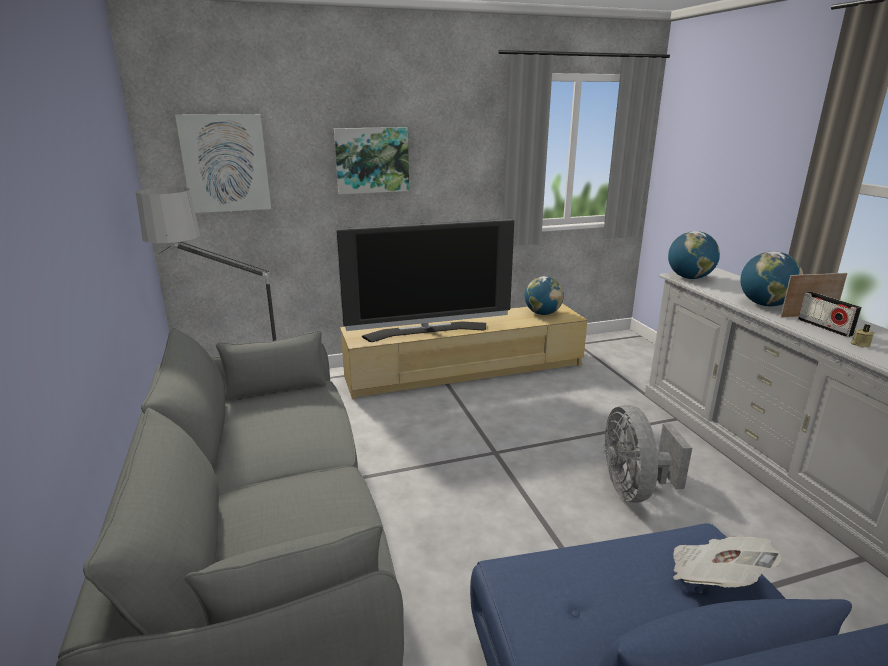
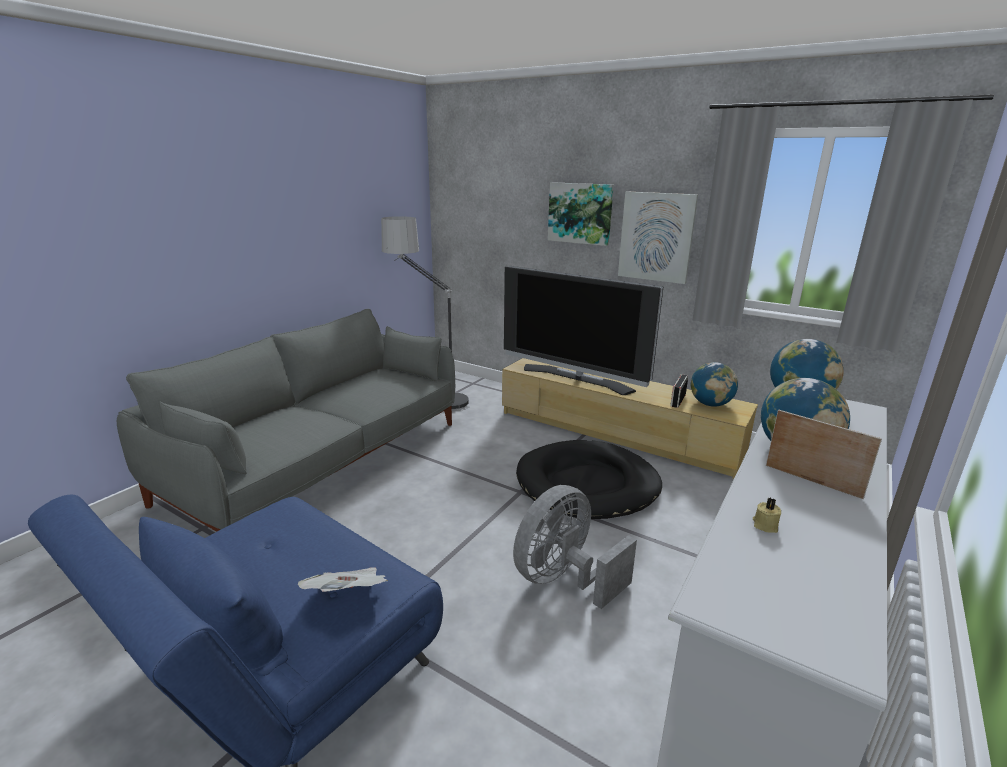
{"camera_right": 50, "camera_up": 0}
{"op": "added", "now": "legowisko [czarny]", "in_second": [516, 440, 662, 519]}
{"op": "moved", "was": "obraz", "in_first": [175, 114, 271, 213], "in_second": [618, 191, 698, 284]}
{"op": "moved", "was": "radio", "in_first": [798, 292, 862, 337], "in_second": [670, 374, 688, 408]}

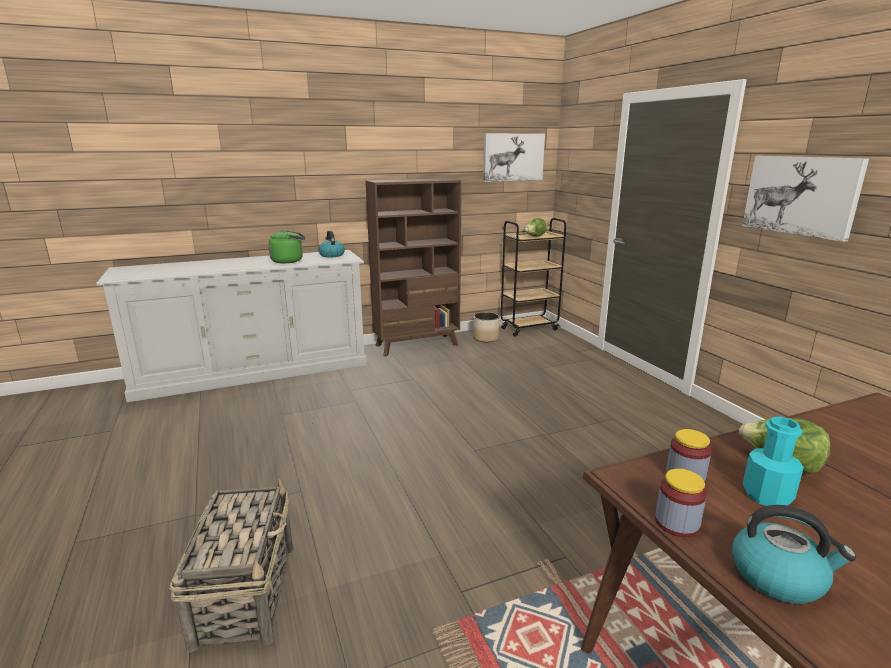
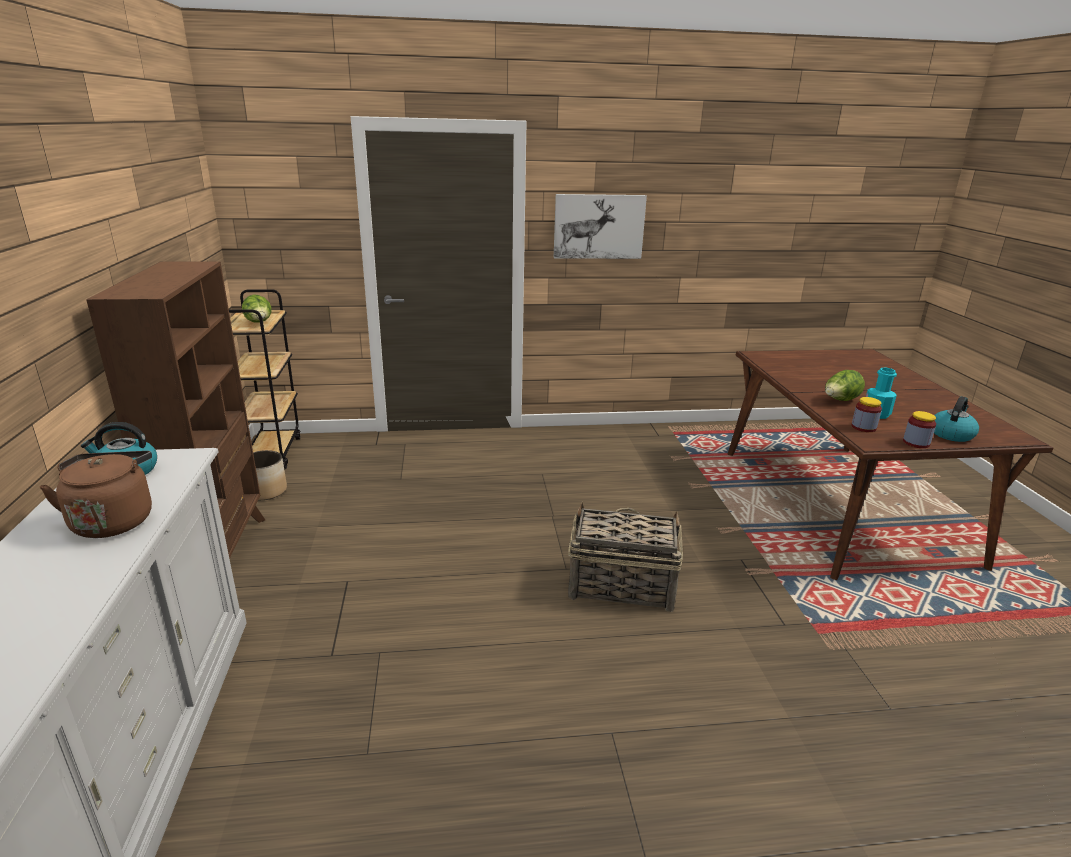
{"camera_right": -75, "camera_up": 5}
{"op": "removed", "was": "obraz", "in_first": [483, 133, 545, 182]}
{"op": "moved", "was": "koszyk", "in_first": [169, 479, 293, 652], "in_second": [568, 502, 683, 612]}
{"op": "recoloured", "was": "czajnik [zielony]", "now": "czajnik [brązowy]", "in_first": [268, 230, 305, 263], "in_second": [39, 451, 152, 538]}

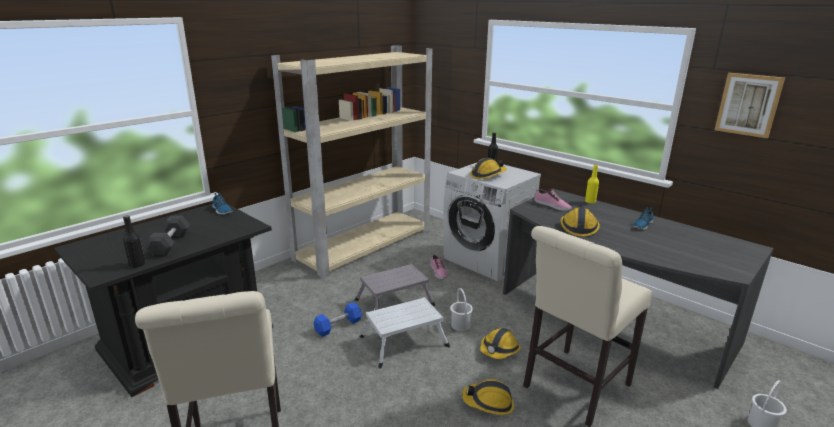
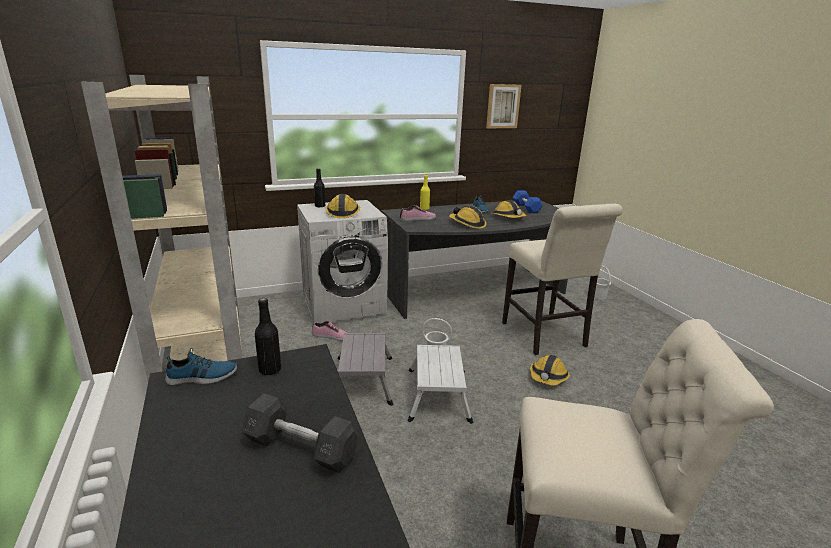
{"camera_right": -65, "camera_up": 0}
{"op": "moved", "was": "butelka [czarny]", "in_first": [123, 215, 145, 268], "in_second": [255, 298, 281, 375]}
{"op": "moved", "was": "hantel [niebieski]", "in_first": [314, 302, 362, 337], "in_second": [513, 190, 543, 213]}
{"op": "moved", "was": "kask", "in_first": [480, 328, 521, 359], "in_second": [493, 200, 526, 218]}

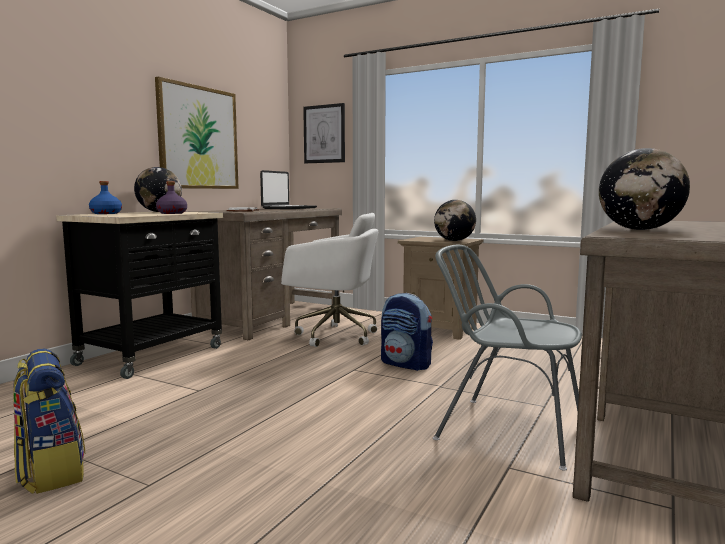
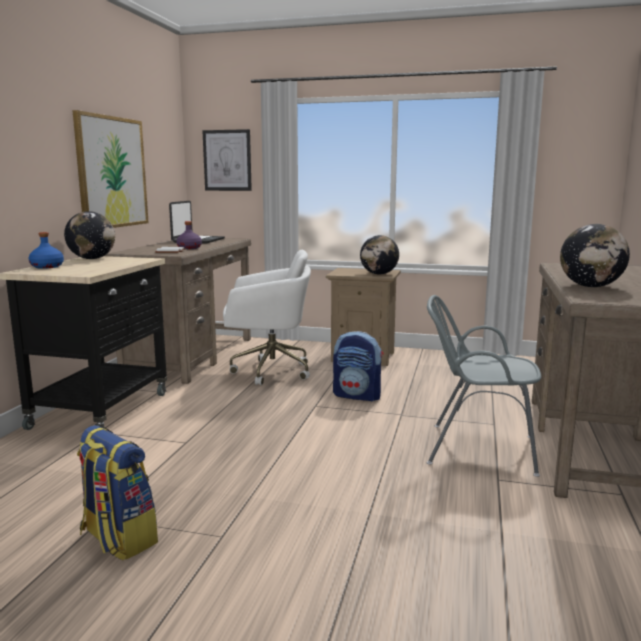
{"camera_right": -15, "camera_up": 5}
{"op": "moved", "was": "butelka [fioletowy]", "in_first": [156, 181, 187, 214], "in_second": [176, 221, 202, 249]}

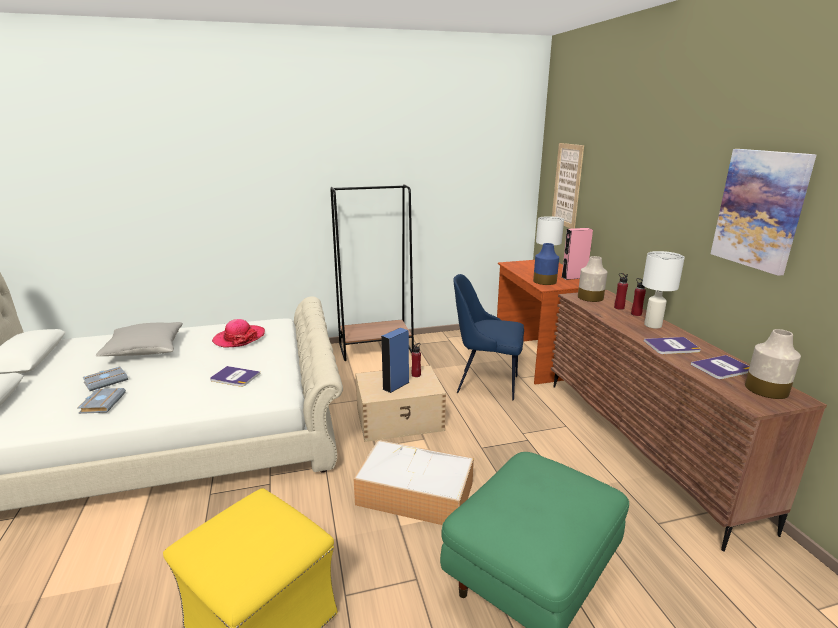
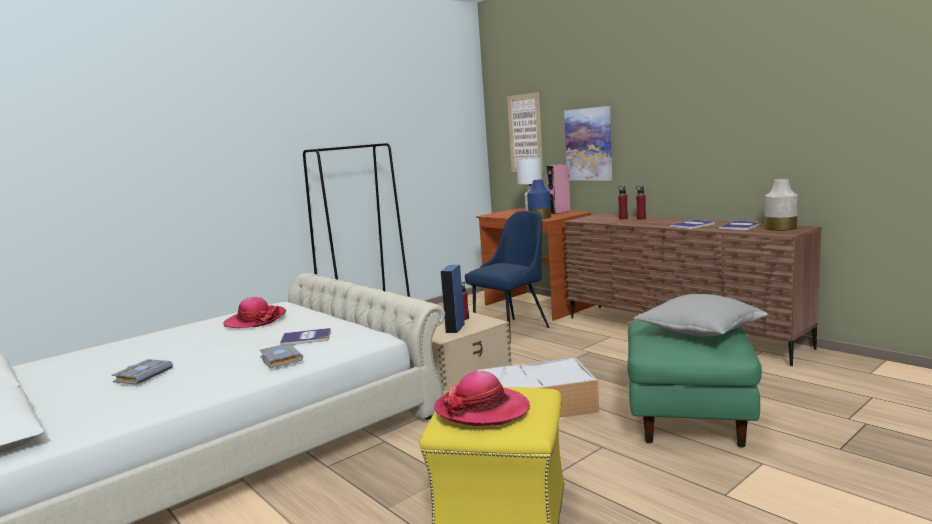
{"camera_right": -25, "camera_up": -10}
{"op": "removed", "was": "wazon [beżowy]", "in_first": [578, 256, 607, 302]}
{"op": "removed", "was": "lampa stołowa [biały]", "in_first": [642, 251, 685, 329]}
{"op": "added", "now": "kapelusz", "in_second": [434, 371, 530, 426]}
{"op": "moved", "was": "książka [szary]", "in_first": [77, 388, 126, 414], "in_second": [259, 343, 303, 368]}
{"op": "moved", "was": "poduszka [szary]", "in_first": [96, 322, 183, 356], "in_second": [634, 294, 768, 336]}
{"op": "moved", "was": "obraz", "in_first": [711, 149, 817, 276], "in_second": [564, 106, 612, 181]}
{"op": "turned", "was": "krzesło [niebieski]", "in_first": [454, 274, 524, 400], "in_second": [465, 211, 549, 343], "clockwise": 150}

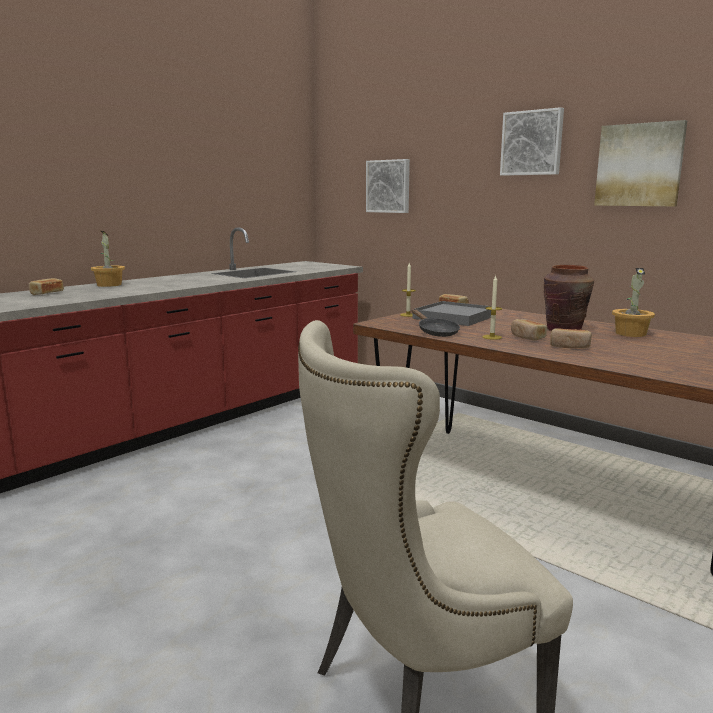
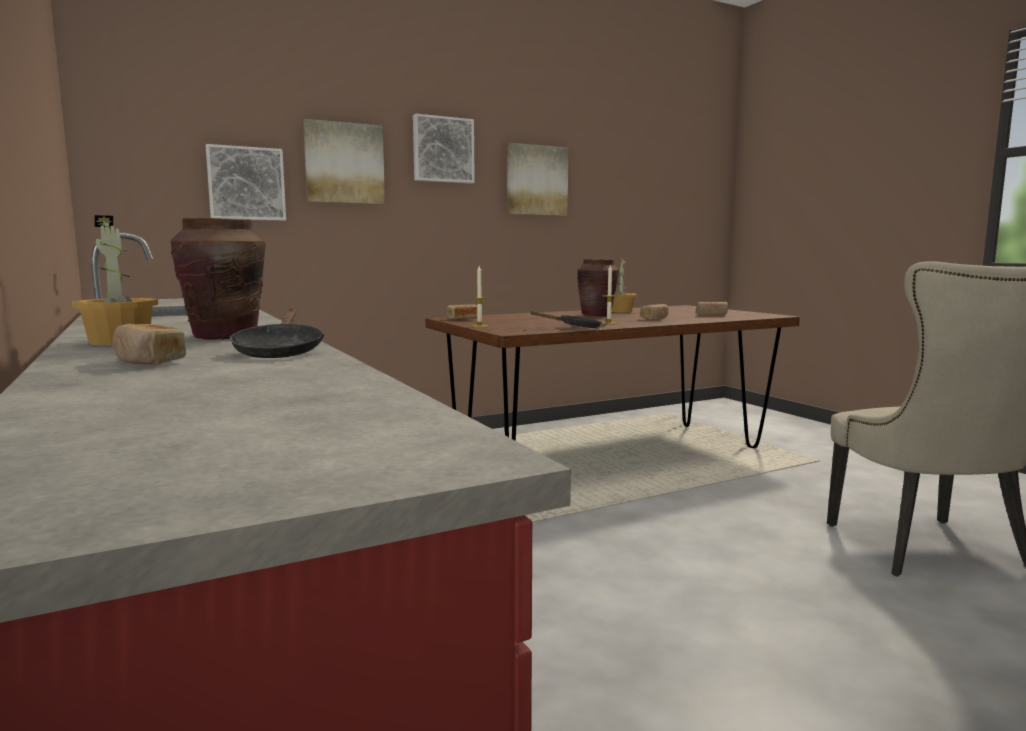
{"camera_right": -70, "camera_up": -5}
{"op": "removed", "was": "taca [szary]", "in_first": [412, 301, 492, 326]}
{"op": "added", "now": "wazon [brązowy]", "in_second": [170, 218, 265, 340]}
{"op": "added", "now": "patelnia [czarny]", "in_second": [229, 309, 324, 358]}
{"op": "added", "now": "obraz", "in_second": [303, 119, 385, 204]}
{"op": "moved", "was": "chleb", "in_first": [511, 319, 547, 340], "in_second": [696, 302, 728, 315]}

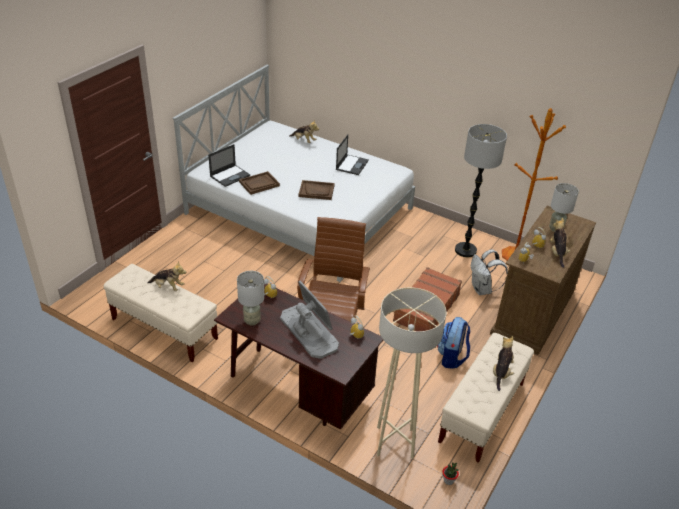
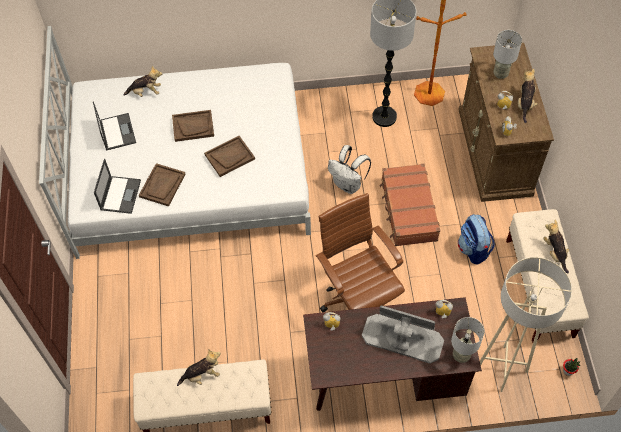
{"camera_right": -35, "camera_up": 20}
{"op": "added", "now": "taca [brązowy]", "in_second": [172, 110, 214, 142]}
{"op": "moved", "was": "lampa stołowa [szary]", "in_first": [237, 271, 264, 325], "in_second": [451, 317, 484, 363]}
{"op": "moved", "was": "laptop", "in_first": [336, 135, 369, 175], "in_second": [93, 101, 136, 151]}
{"op": "moved", "was": "plecak [biały]", "in_first": [471, 249, 508, 295], "in_second": [328, 145, 371, 194]}
{"op": "turned", "was": "pluszak", "in_first": [550, 218, 570, 268], "in_second": [518, 68, 538, 123], "clockwise": 45}

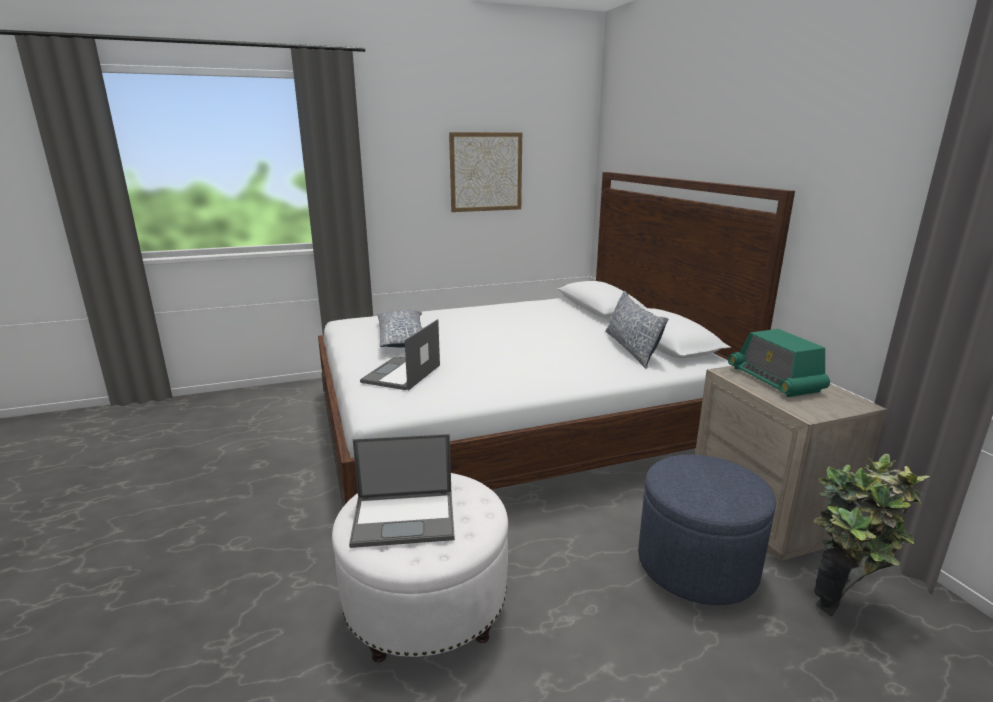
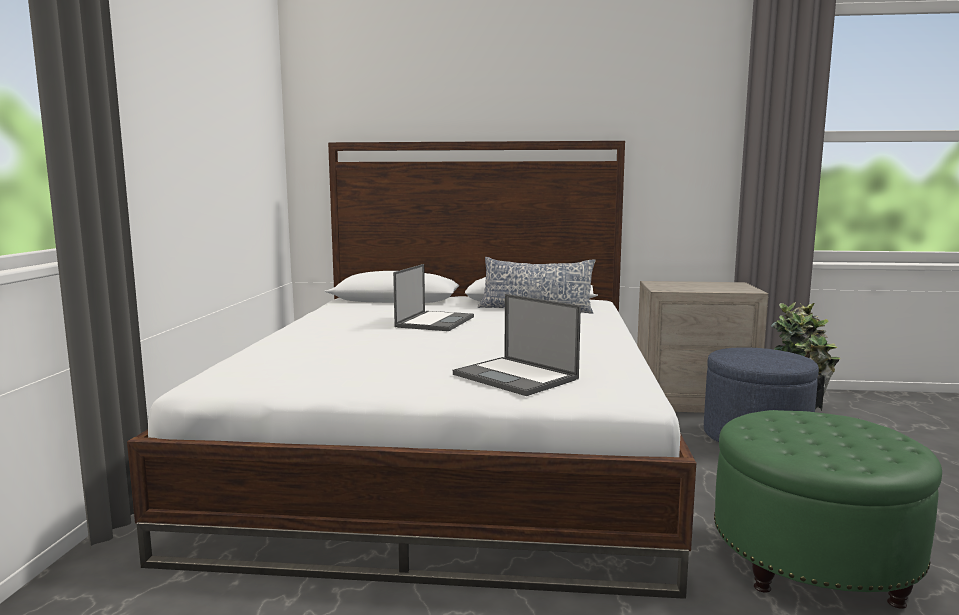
{"camera_right": -65, "camera_up": -10}
{"op": "removed", "was": "poduszka", "in_first": [377, 310, 423, 347]}
{"op": "removed", "was": "obraz", "in_first": [449, 130, 522, 212]}
{"op": "removed", "was": "radio", "in_first": [728, 329, 830, 397]}
{"op": "moved", "was": "laptop", "in_first": [349, 434, 455, 548], "in_second": [393, 264, 474, 331]}
{"op": "recoloured", "was": "pufa [biały]", "now": "pufa [zielony]", "in_first": [332, 473, 508, 662], "in_second": [714, 410, 942, 609]}

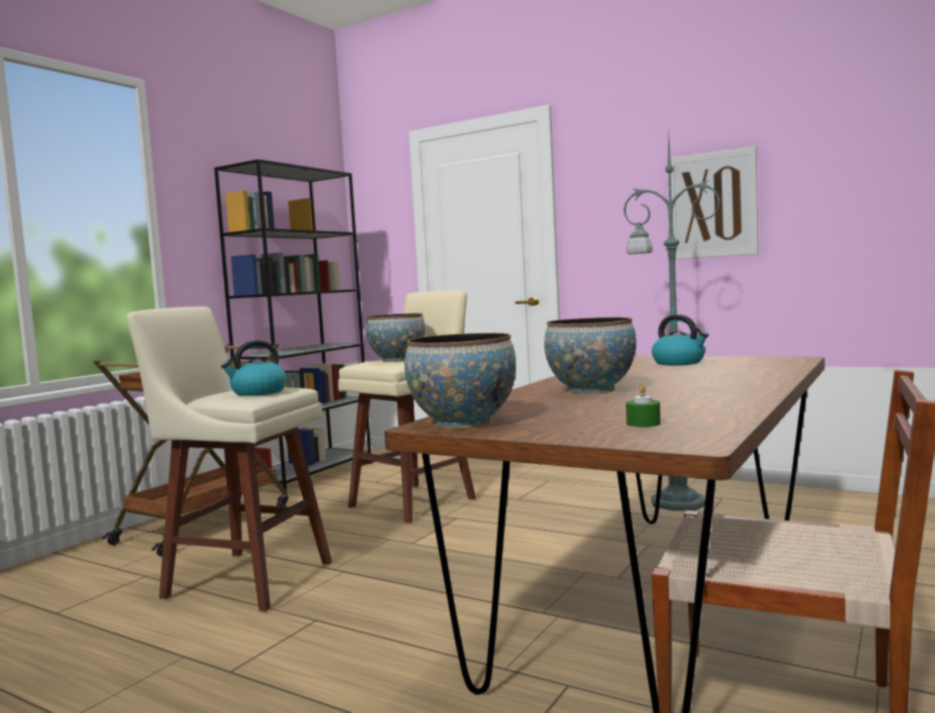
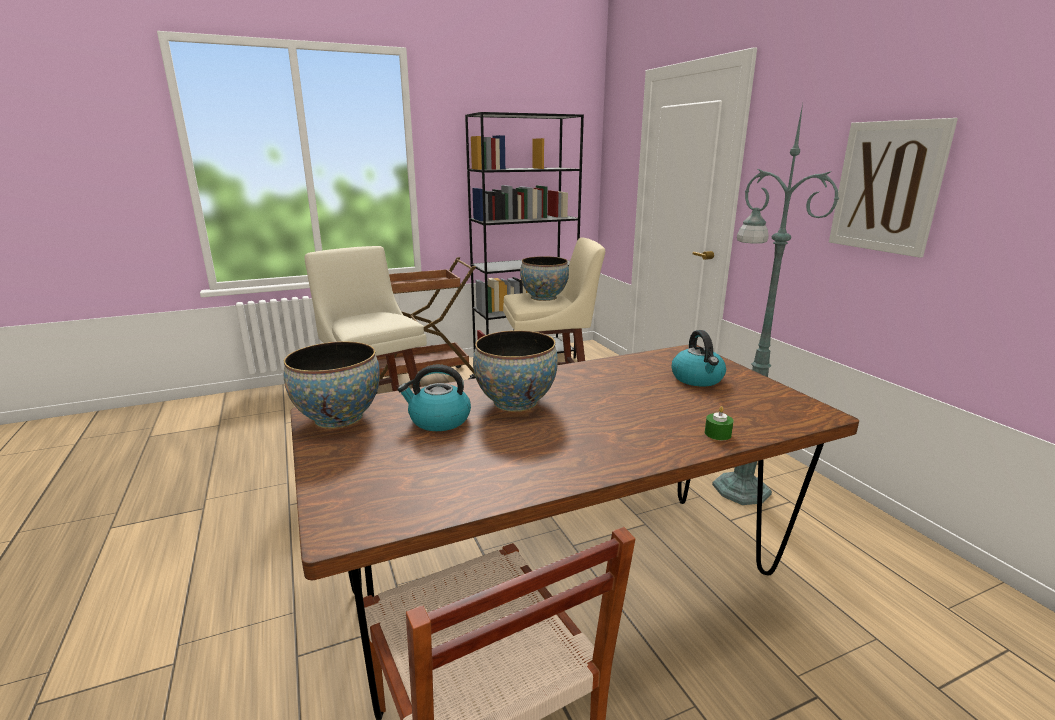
{"camera_right": 35, "camera_up": 15}
{"op": "moved", "was": "czajnik", "in_first": [221, 340, 286, 396], "in_second": [398, 365, 471, 431]}
{"op": "moved", "was": "świeca [zielony]", "in_first": [626, 384, 661, 427], "in_second": [705, 406, 734, 440]}

